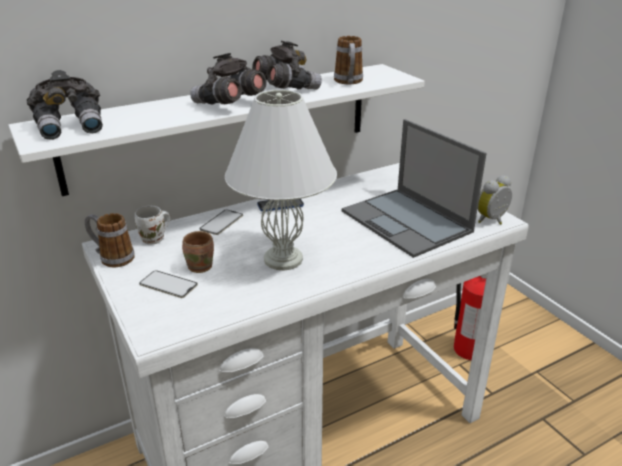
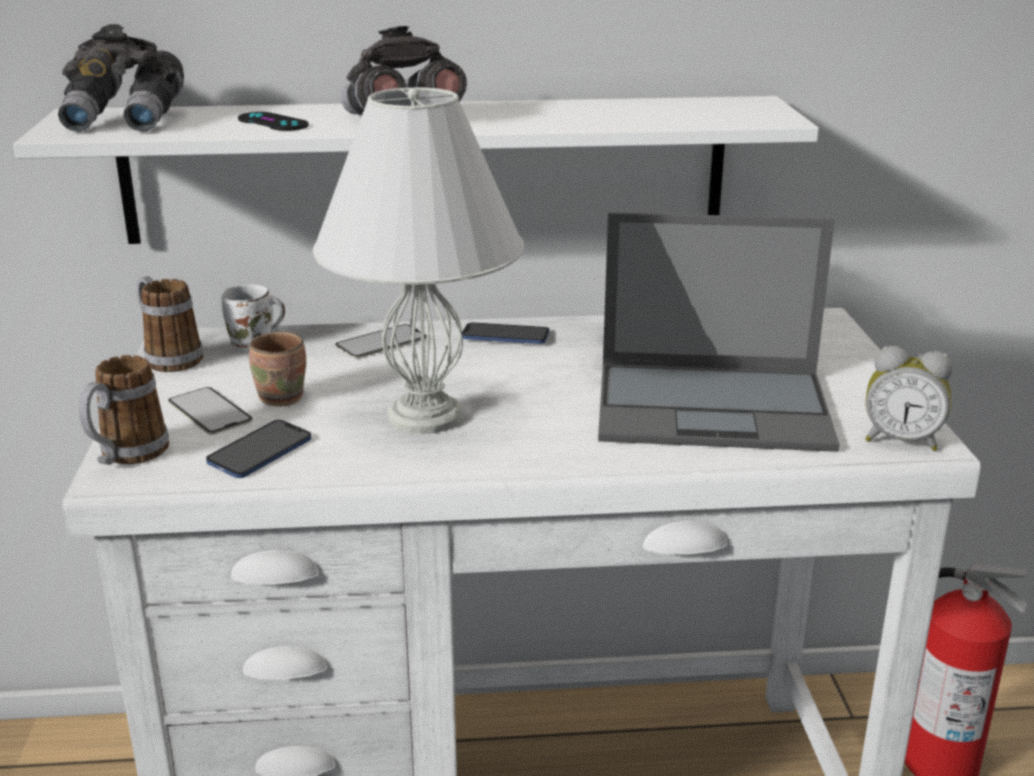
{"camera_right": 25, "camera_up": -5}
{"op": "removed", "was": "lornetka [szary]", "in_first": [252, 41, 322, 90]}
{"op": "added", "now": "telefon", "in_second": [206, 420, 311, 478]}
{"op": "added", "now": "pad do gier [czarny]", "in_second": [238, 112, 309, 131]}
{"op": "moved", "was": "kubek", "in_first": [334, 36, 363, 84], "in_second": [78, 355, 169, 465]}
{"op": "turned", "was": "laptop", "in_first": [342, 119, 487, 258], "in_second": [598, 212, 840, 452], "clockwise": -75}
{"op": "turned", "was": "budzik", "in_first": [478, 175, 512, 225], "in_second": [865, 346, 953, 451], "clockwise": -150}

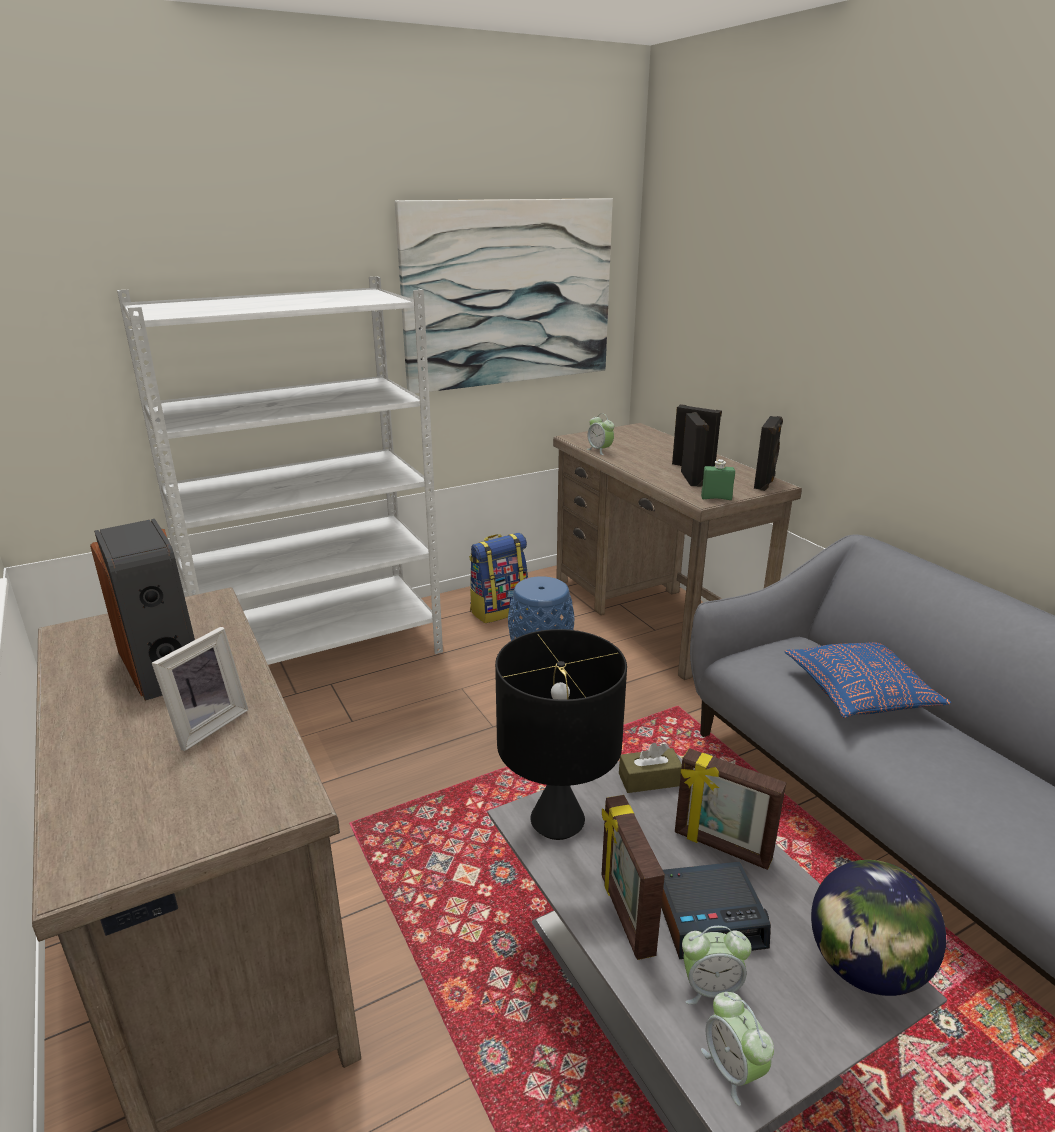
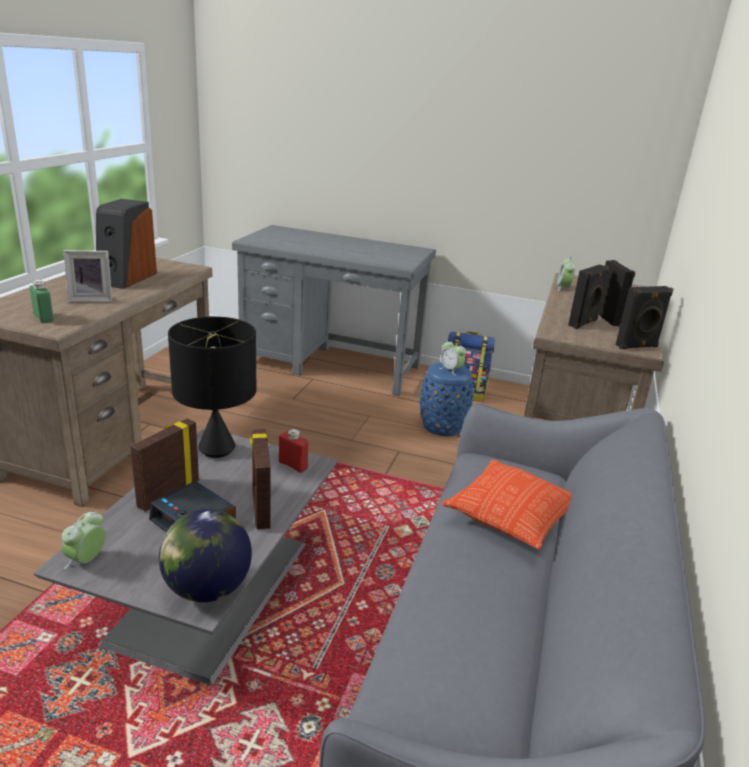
{"camera_right": 45, "camera_up": 0}
{"op": "removed", "was": "obraz", "in_first": [395, 198, 613, 394]}
{"op": "moved", "was": "budzik", "in_first": [682, 926, 752, 1004], "in_second": [440, 339, 466, 376]}
{"op": "moved", "was": "butelka [zielony]", "in_first": [701, 459, 735, 500], "in_second": [30, 280, 54, 323]}
{"op": "replaced", "was": "regał [biały]", "now": "biurko [szary]", "in_first": [117, 276, 443, 665], "in_second": [232, 225, 436, 396]}
{"op": "replaced", "was": "pudełko chusteczek [brązowy]", "now": "butelka [czerwony]", "in_first": [619, 743, 682, 793], "in_second": [279, 429, 308, 473]}
{"op": "recoloured", "was": "poduszka [niebieski]", "now": "poduszka [pomarańczowy]", "in_first": [785, 642, 951, 718], "in_second": [442, 459, 571, 549]}

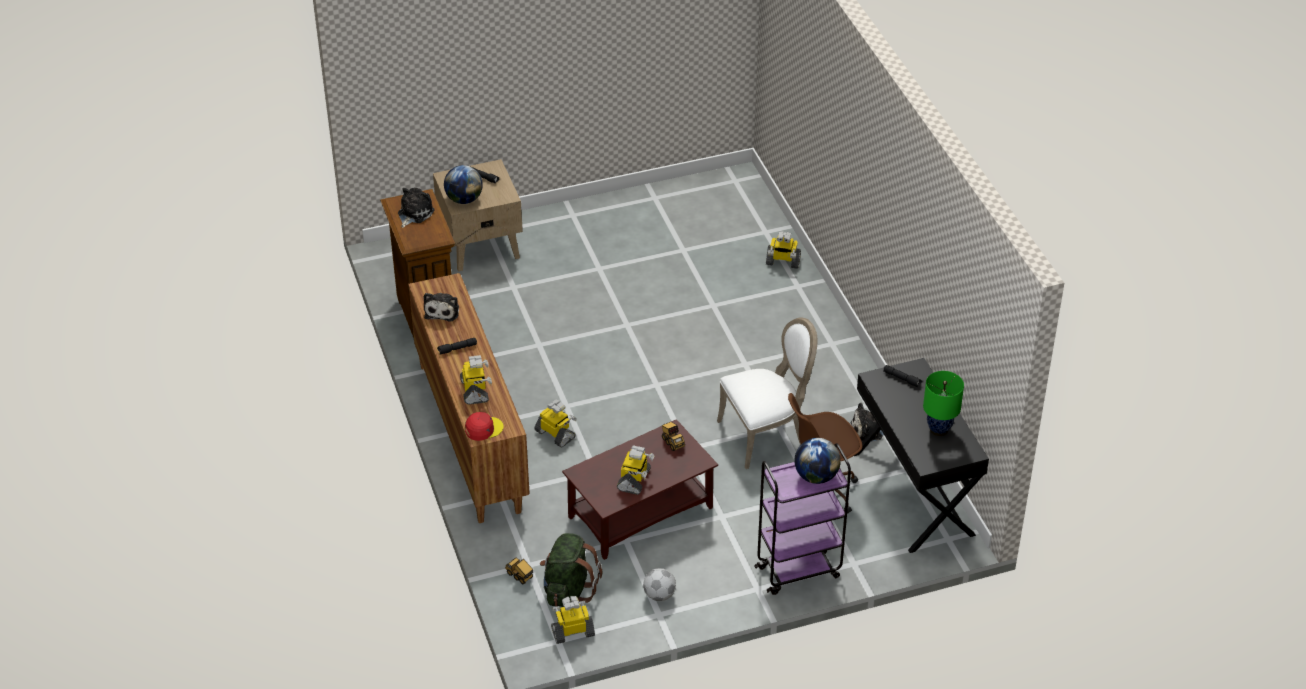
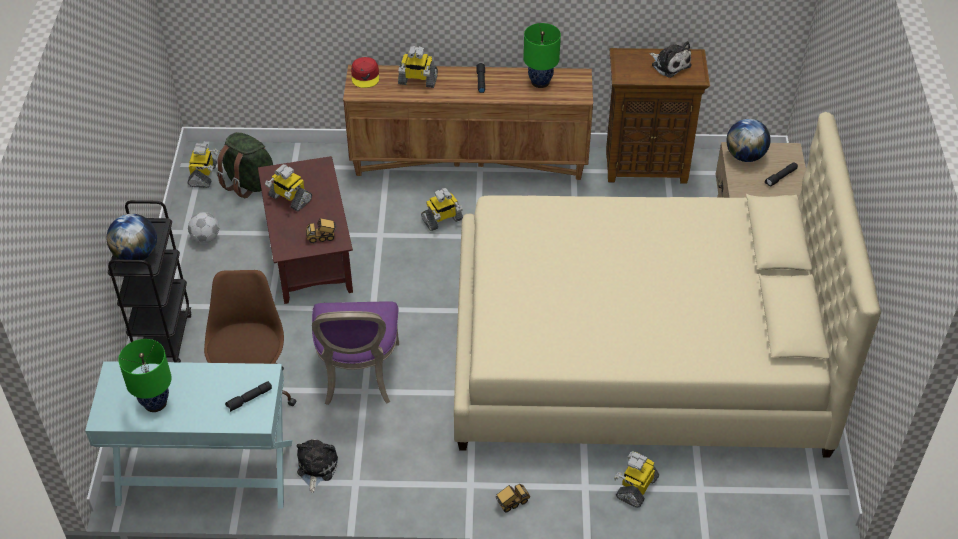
{"camera_right": 110, "camera_up": 5}
{"op": "added", "now": "łóżko [beżowy]", "in_second": [454, 112, 881, 458]}
{"op": "moved", "was": "ciężarówka zabawkowa", "in_first": [505, 558, 534, 585], "in_second": [496, 484, 530, 513]}
{"op": "replaced", "was": "pluszak", "now": "lampa stołowa [zielony]", "in_first": [424, 293, 459, 322], "in_second": [523, 23, 561, 88]}
{"op": "recoloured", "was": "krzesło [biały]", "now": "krzesło [fioletowy]", "in_first": [717, 317, 817, 469], "in_second": [312, 301, 399, 405]}
{"op": "recoloured", "was": "wózek [fioletowy]", "now": "wózek [czarny]", "in_first": [754, 443, 851, 595], "in_second": [108, 200, 192, 362]}
{"op": "recoloured", "was": "biurko [czarny]", "now": "biurko [turkusowy]", "in_first": [854, 358, 989, 553], "in_second": [85, 361, 292, 509]}

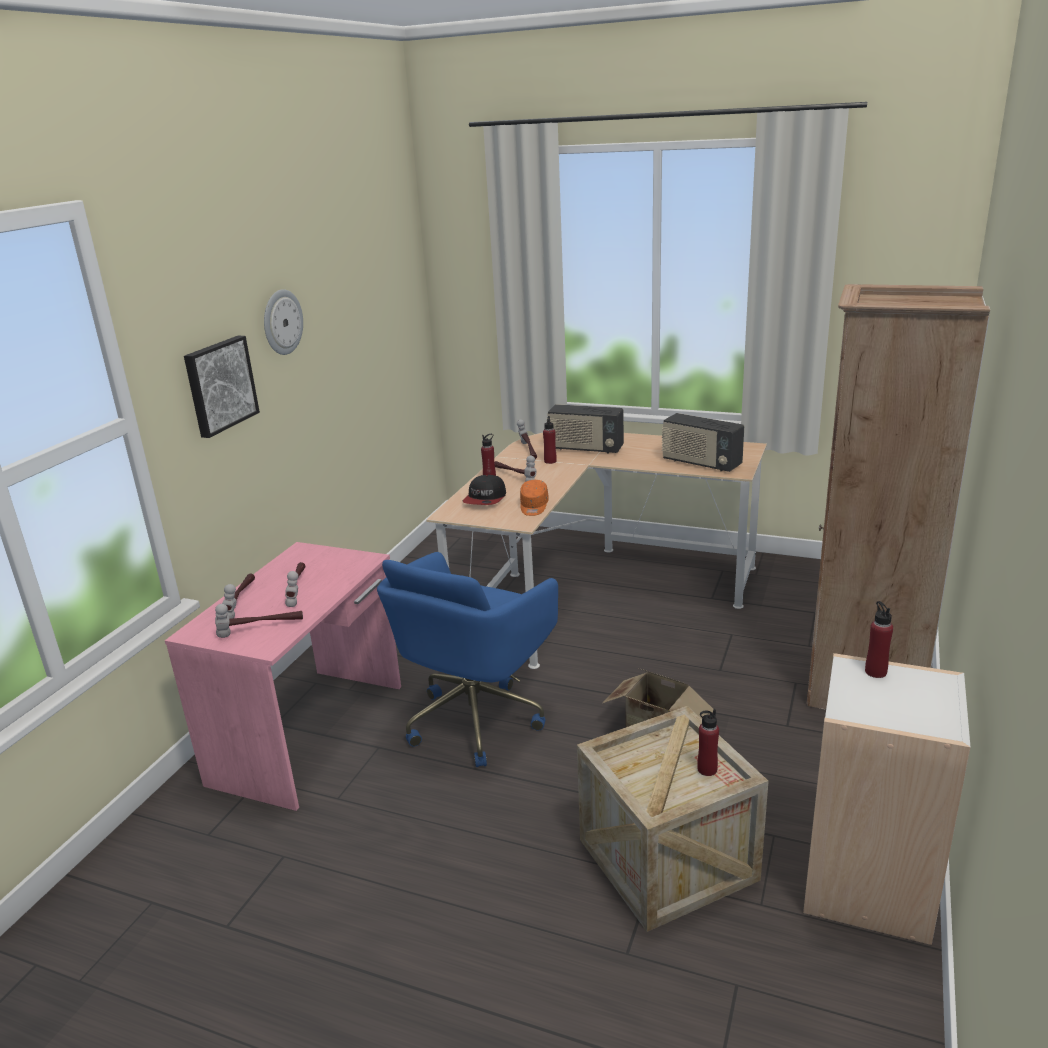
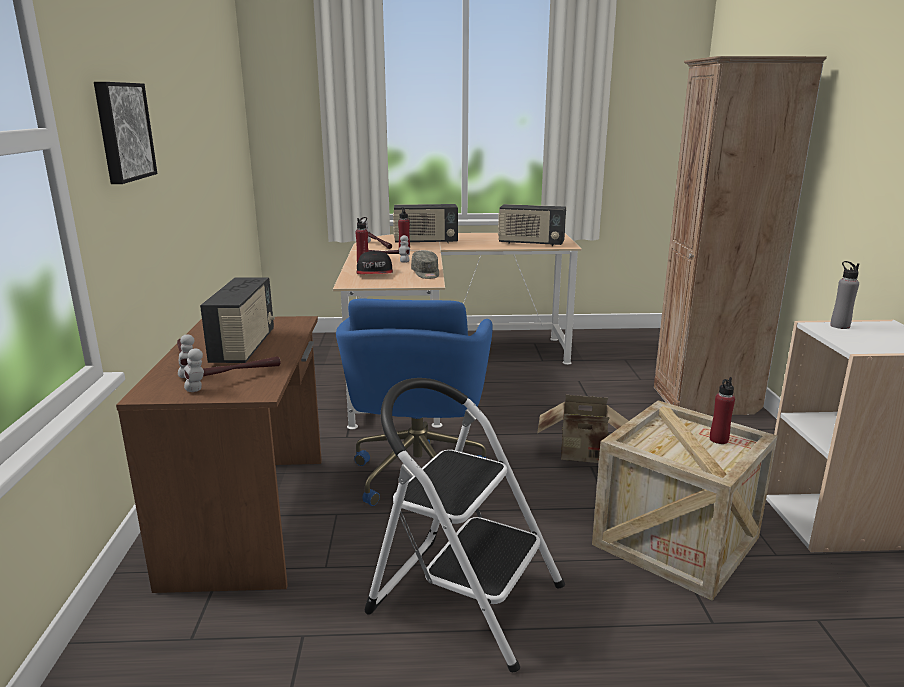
{"camera_right": -25, "camera_up": -5}
{"op": "removed", "was": "zegar ścienny", "in_first": [264, 289, 303, 355]}
{"op": "added", "now": "drabinka", "in_second": [365, 378, 565, 672]}
{"op": "replaced", "was": "młotek", "now": "radio", "in_first": [285, 562, 305, 607], "in_second": [200, 277, 275, 363]}
{"op": "recoloured", "was": "biurko [różowy]", "now": "biurko [brązowy]", "in_first": [165, 542, 401, 811], "in_second": [116, 316, 322, 593]}
{"op": "recoloured", "was": "czapka z daszkiem [pomarańczowy]", "now": "czapka z daszkiem [szary]", "in_first": [520, 480, 549, 516], "in_second": [411, 251, 439, 279]}
{"op": "recoloured", "was": "butelka [czerwony]", "now": "butelka [szary]", "in_first": [865, 601, 893, 678], "in_second": [830, 261, 859, 329]}

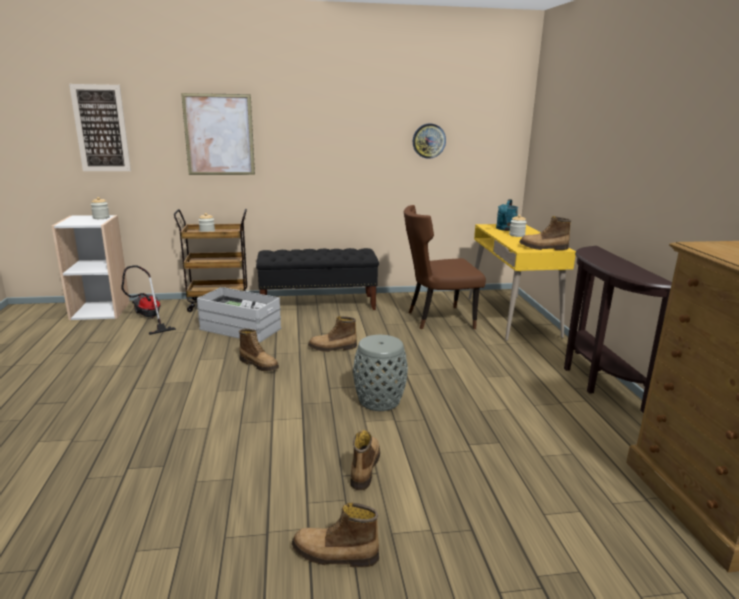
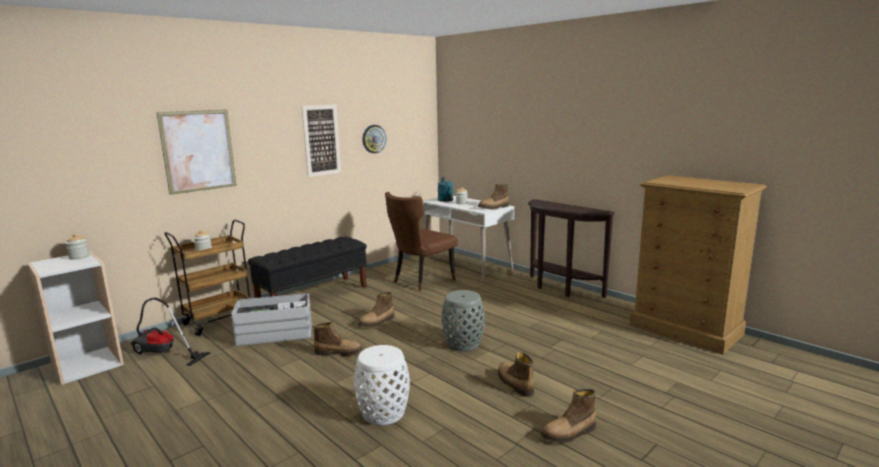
{"camera_right": -35, "camera_up": -5}
{"op": "added", "now": "stołek [biały]", "in_second": [354, 345, 410, 425]}
{"op": "moved", "was": "obraz", "in_first": [69, 84, 131, 171], "in_second": [302, 105, 341, 177]}
{"op": "recoloured", "was": "biurko [żółty]", "now": "biurko [biały]", "in_first": [468, 224, 576, 341], "in_second": [423, 196, 514, 282]}

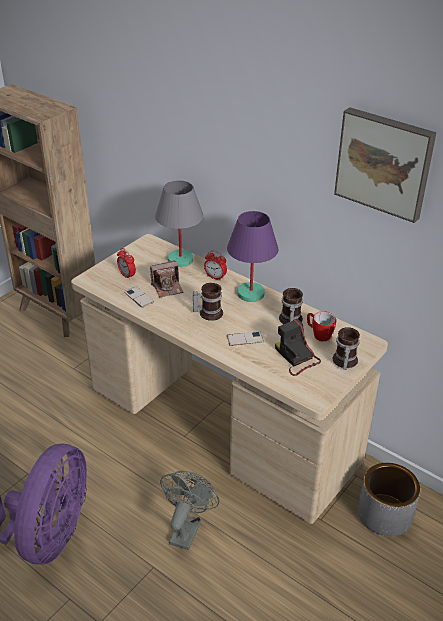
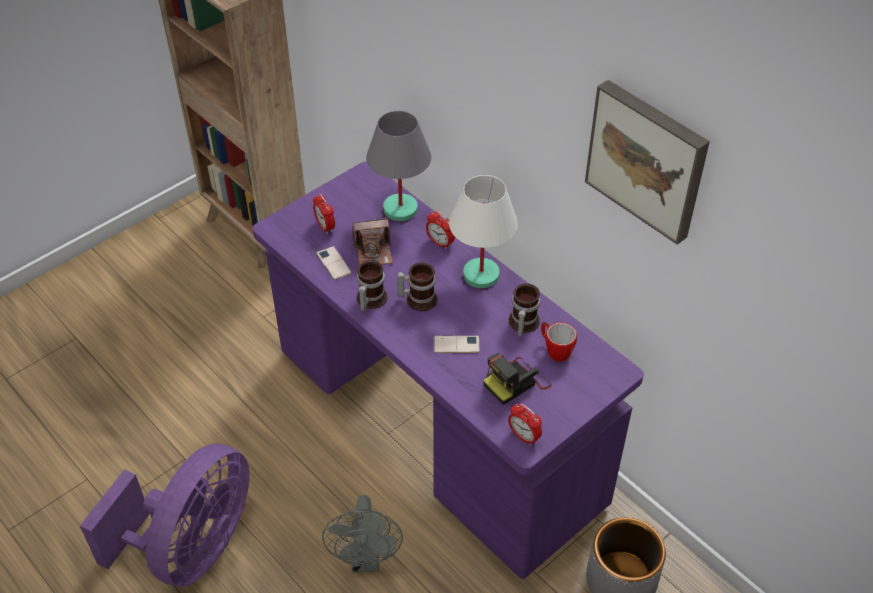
{"camera_right": 10, "camera_up": 10}
{"op": "added", "now": "budzik", "in_second": [508, 404, 542, 446]}
{"op": "moved", "was": "kubek", "in_first": [333, 327, 360, 370], "in_second": [357, 260, 388, 311]}
{"op": "recoloured", "was": "biurko [beżowy]", "now": "biurko [fioletowy]", "in_first": [71, 234, 388, 524], "in_second": [252, 161, 644, 579]}
{"op": "recoloured", "was": "lampa stołowa [fioletowy]", "now": "lampa stołowa [biały]", "in_first": [227, 211, 278, 302], "in_second": [449, 175, 518, 288]}
{"op": "turned", "was": "wentylator [szary]", "in_first": [160, 471, 220, 550], "in_second": [322, 495, 403, 573], "clockwise": 150}
{"op": "turned", "was": "aparat fotograficzny", "in_first": [275, 319, 321, 376], "in_second": [483, 353, 551, 405], "clockwise": -105}

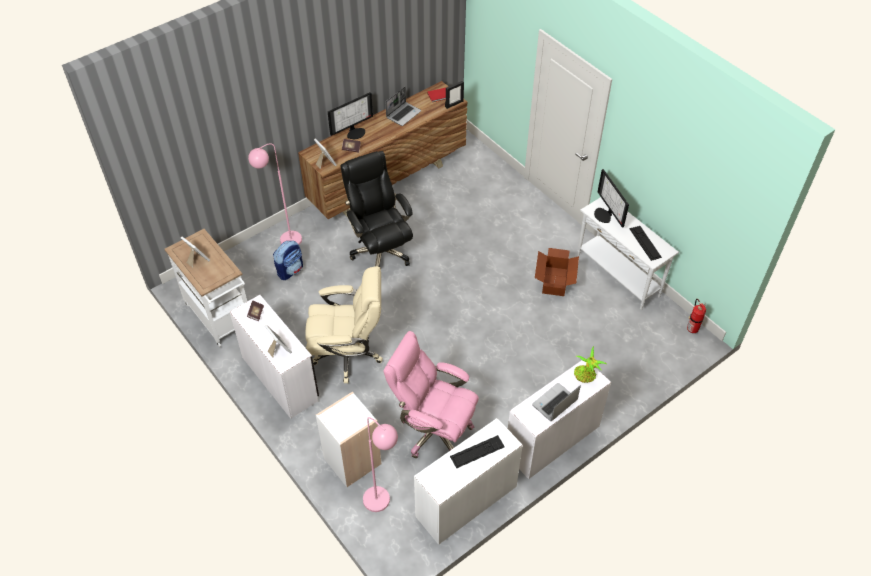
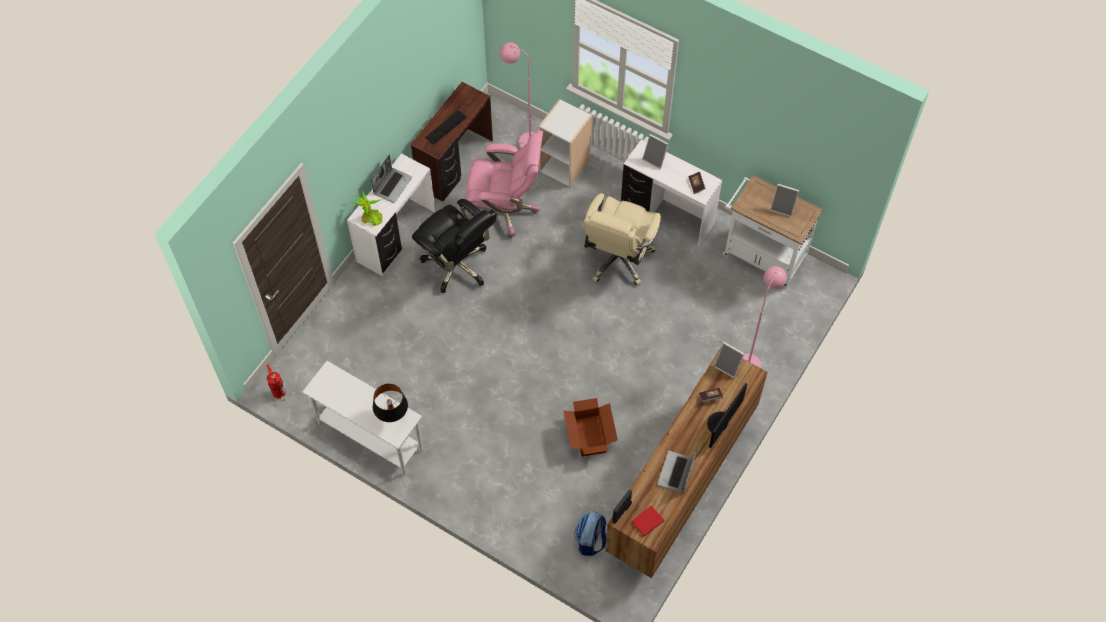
{"camera_right": 160, "camera_up": 10}
{"op": "removed", "was": "klawiatura", "in_first": [630, 226, 662, 261]}
{"op": "moved", "was": "plecak", "in_first": [273, 241, 303, 280], "in_second": [574, 511, 606, 556]}
{"op": "moved", "was": "krzesło biurowe [czarny]", "in_first": [341, 151, 413, 267], "in_second": [412, 199, 497, 293]}
{"op": "moved", "was": "karton", "in_first": [535, 248, 579, 296], "in_second": [564, 398, 618, 457]}
{"op": "replaced", "was": "monitor", "now": "lampa stołowa [czarny]", "in_first": [594, 169, 629, 228], "in_second": [373, 384, 408, 422]}
{"op": "recoloured", "was": "biurko [biały]", "now": "biurko [brązowy]", "in_first": [414, 418, 523, 544], "in_second": [411, 82, 493, 202]}
{"op": "turned", "was": "krzesło biurowe [beżowy]", "in_first": [305, 266, 383, 384], "in_second": [583, 193, 661, 285], "clockwise": -45}

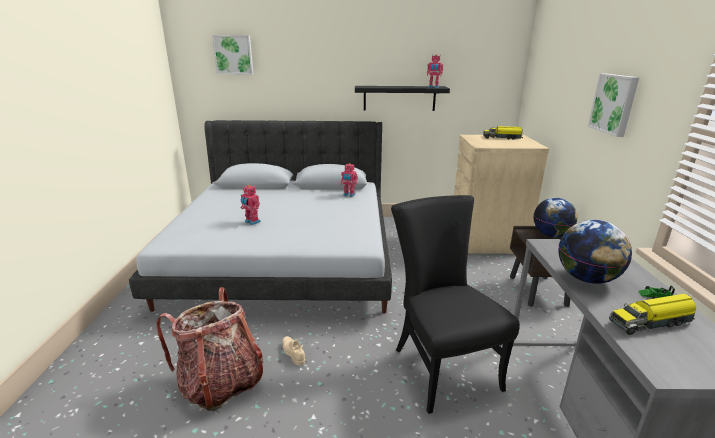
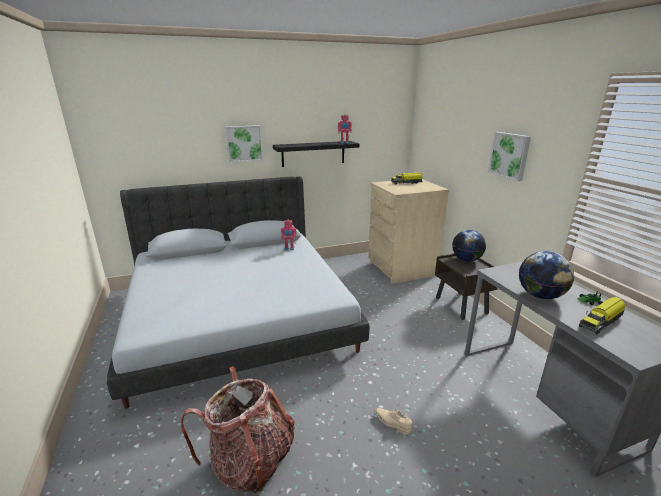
{"camera_right": -20, "camera_up": 0}
{"op": "removed", "was": "robot zabawkowy", "in_first": [241, 185, 261, 225]}
{"op": "removed", "was": "krzesło [czarny]", "in_first": [391, 195, 520, 414]}
{"op": "moved", "was": "obraz", "in_first": [212, 35, 253, 74], "in_second": [225, 125, 263, 163]}
{"op": "moved", "was": "but [beżowy]", "in_first": [282, 336, 305, 365], "in_second": [375, 408, 412, 435]}

